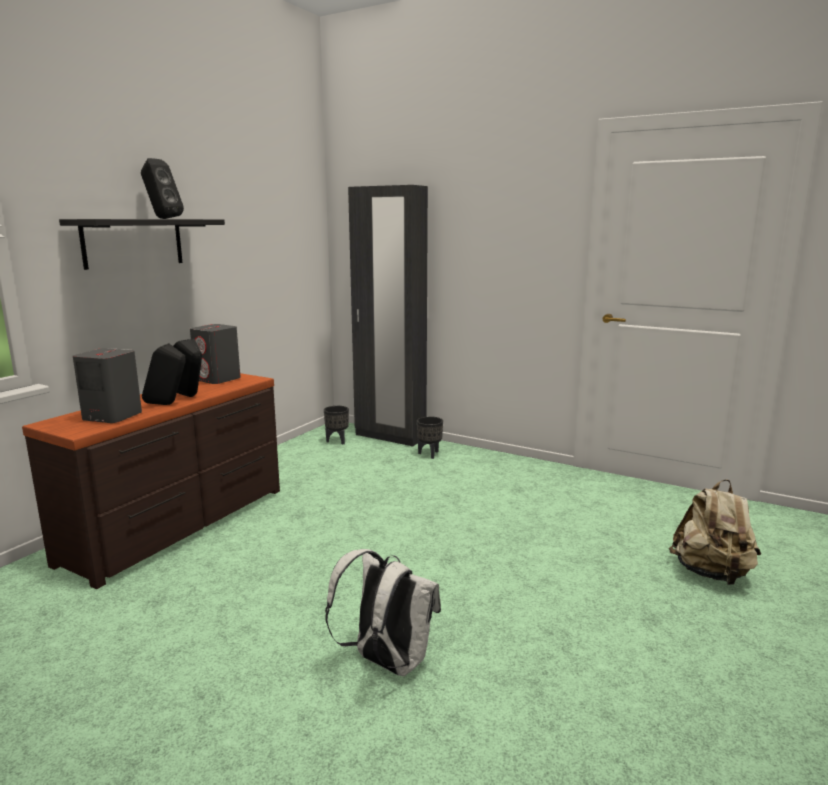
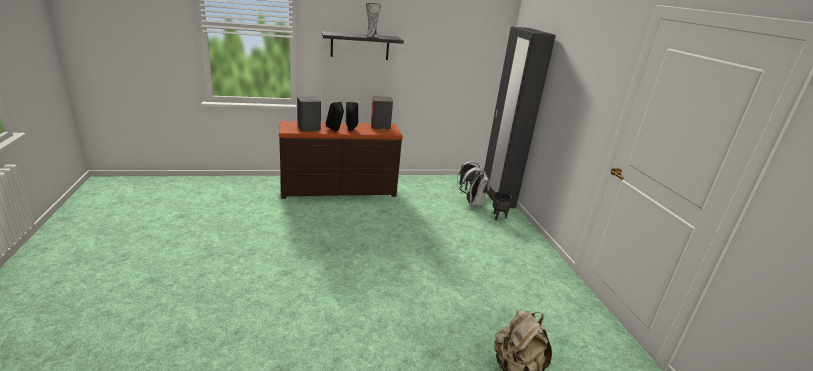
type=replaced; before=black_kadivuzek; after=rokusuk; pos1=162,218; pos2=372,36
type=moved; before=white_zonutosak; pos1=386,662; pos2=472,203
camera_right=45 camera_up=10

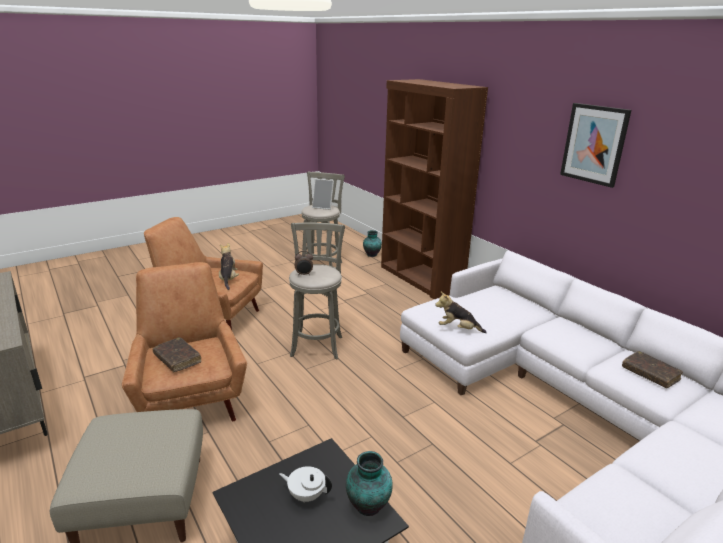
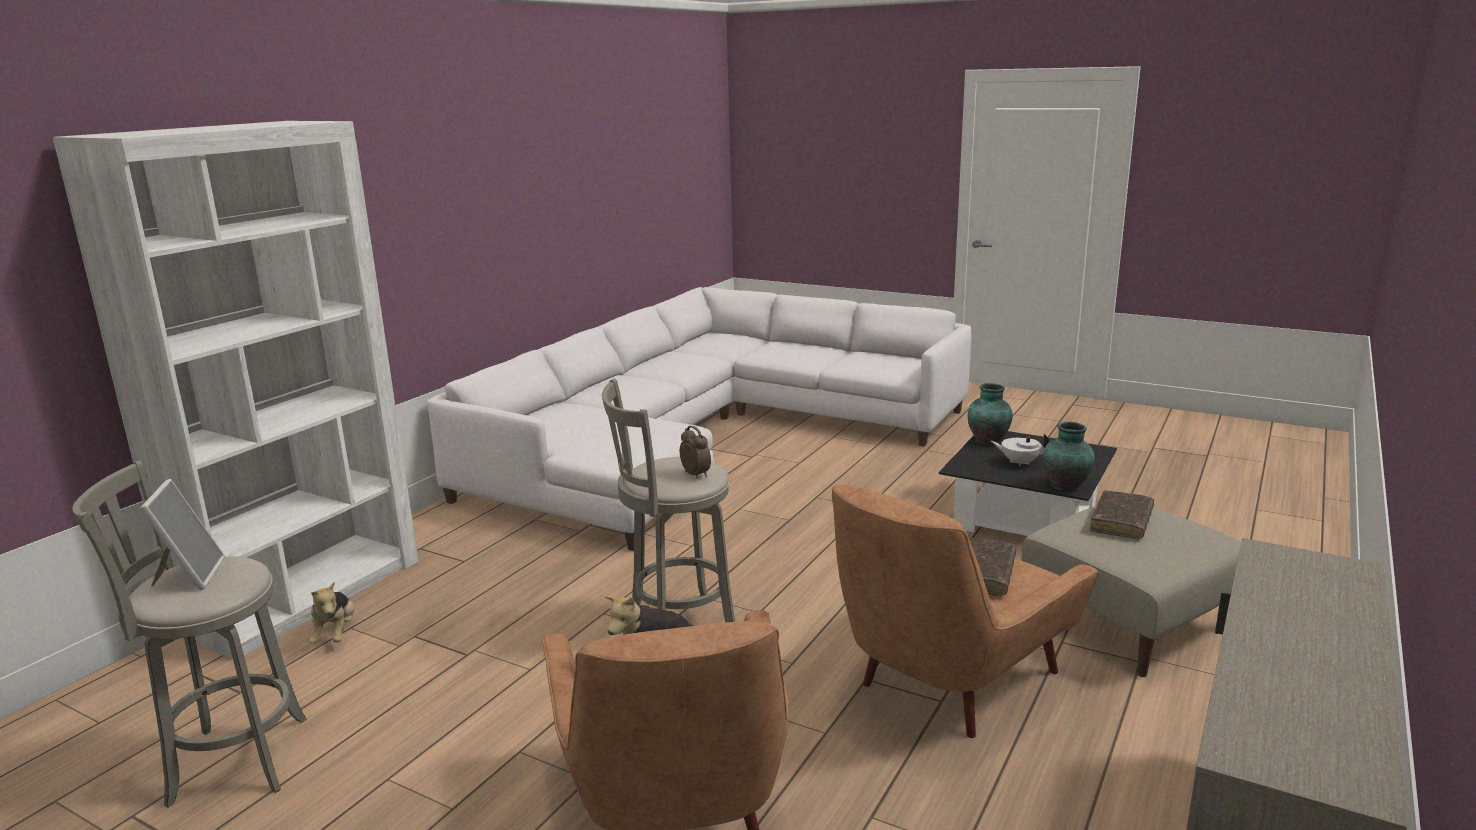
type=recoloured; before=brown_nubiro; after=white_nubiro; pos1=420,278; pos2=305,595
type=moved; before=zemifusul; pos1=458,329; pos2=336,634
type=turned; before=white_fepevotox; pos1=306,495; pos2=1019,463; turn=120
type=moved; before=rokusuk; pos1=371,255; pos2=1066,486
type=moved; before=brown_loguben; pos1=650,374; pos2=1121,522
type=removed; before=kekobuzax; pos1=594,144
camera_right=-115 camera_up=-5

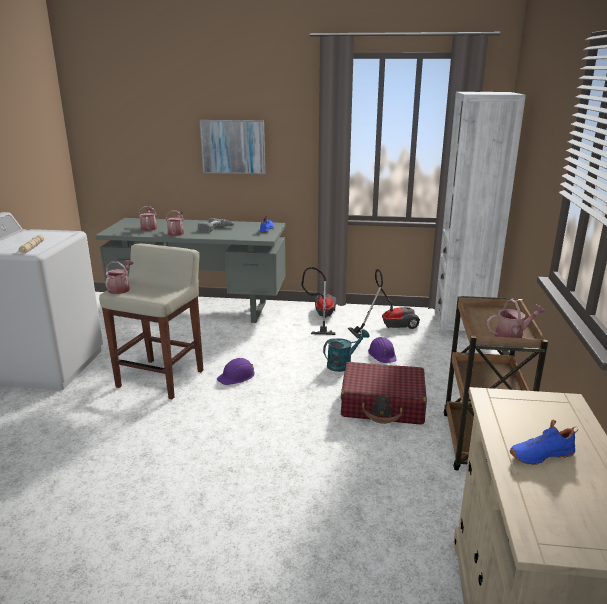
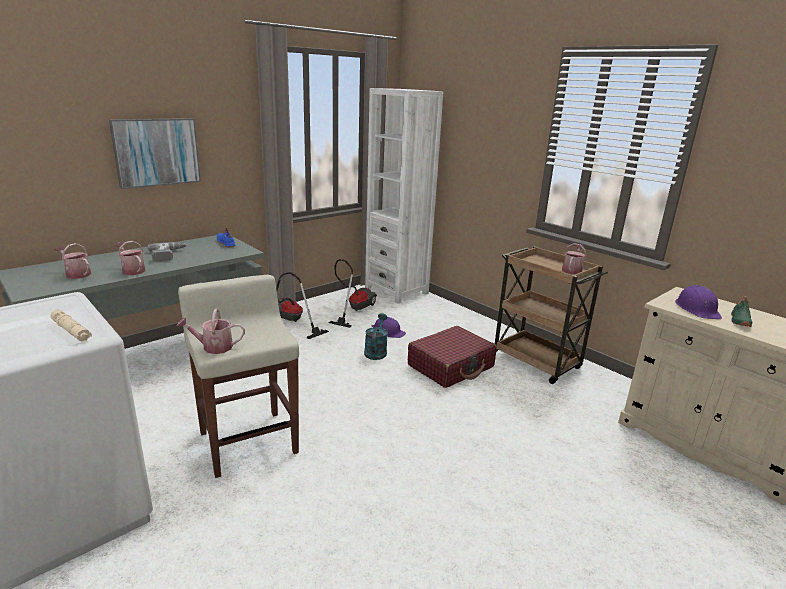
type=turned; before=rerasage; pos1=120,289; pos2=213,347; turn=-60
type=moved; before=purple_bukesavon; pos1=237,376; pos2=697,309
type=recoloured; before=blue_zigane; after=green_zigane; pos1=540,454; pos2=739,320
camera_right=-50 camera_up=0

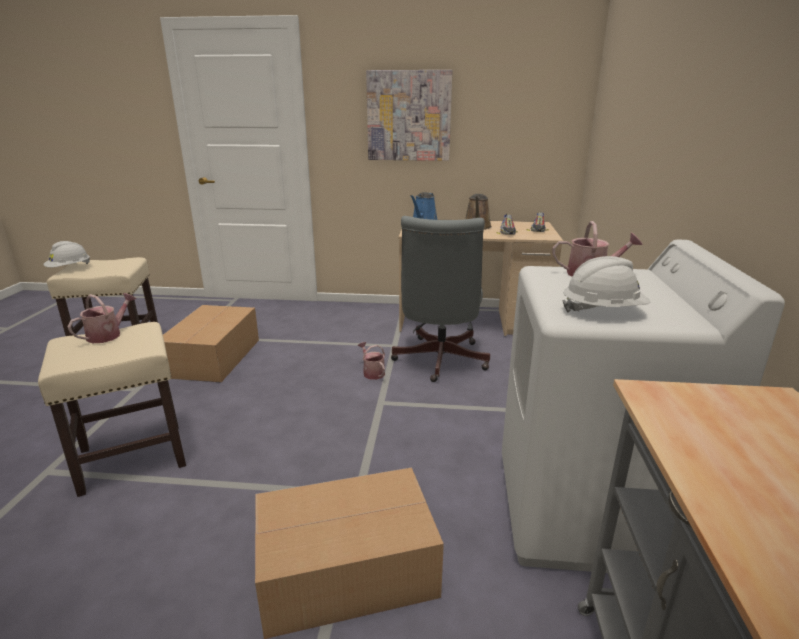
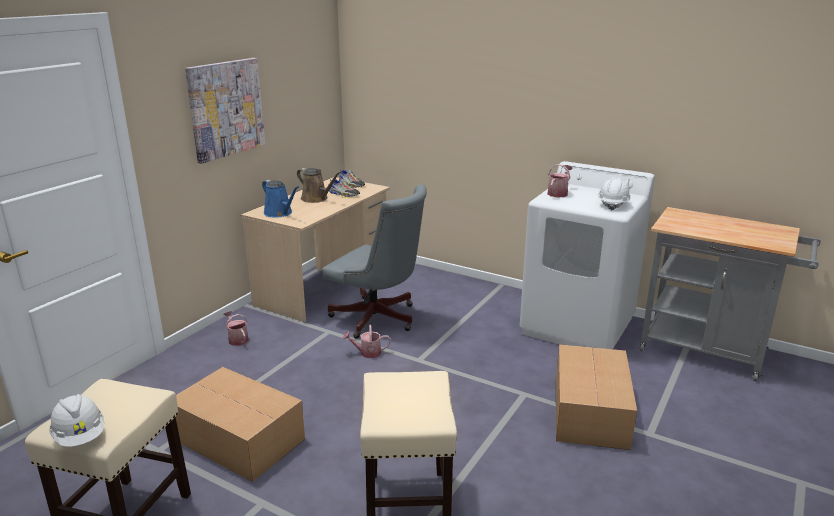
type=moved; before=rerasage; pos1=108,334; pos2=237,339
camera_right=-65 camera_up=0

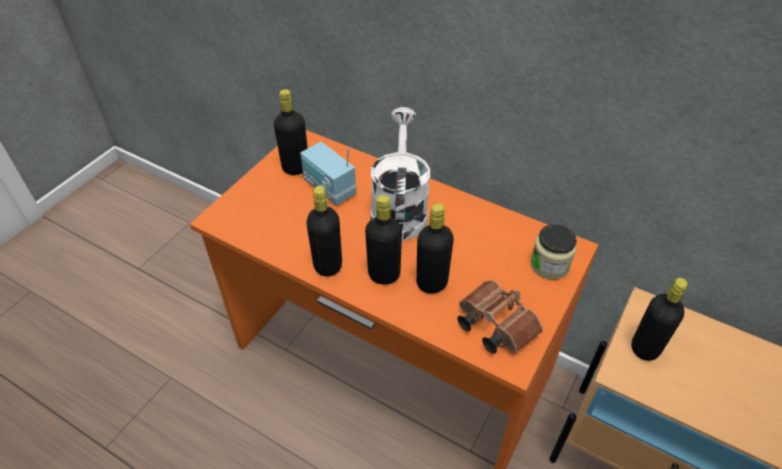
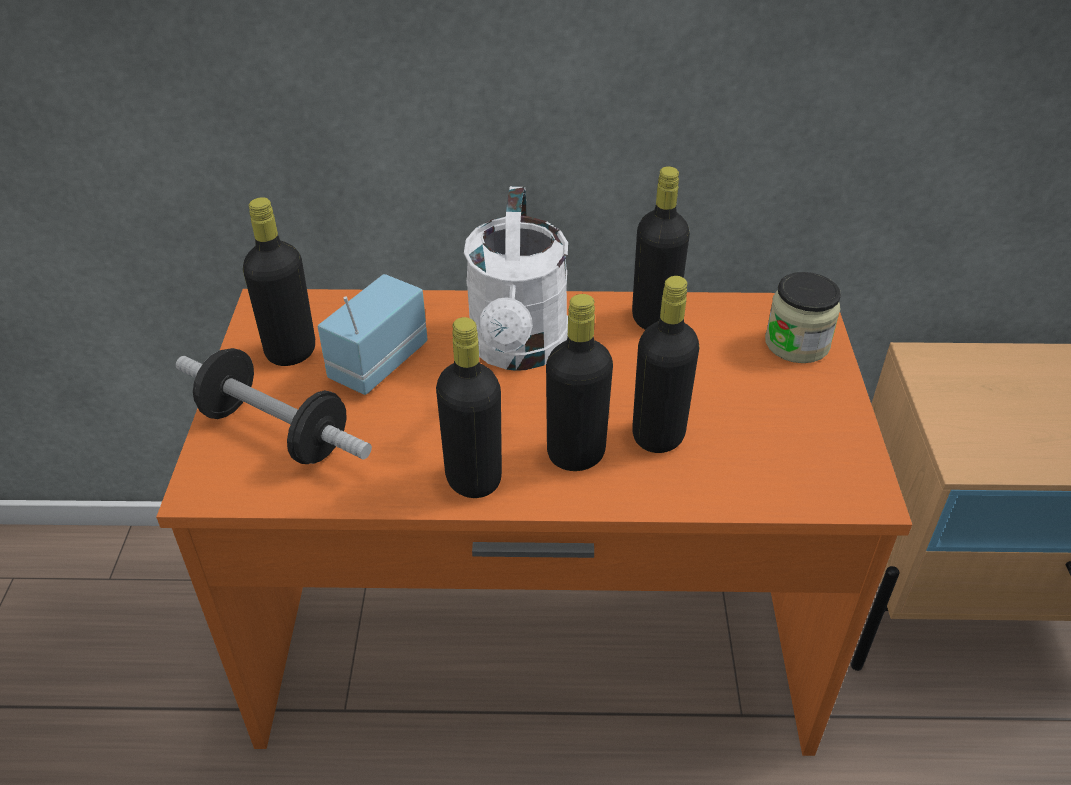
type=added; after=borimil; pos2=276,432
type=turned; before=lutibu; pos1=329,188; pos2=377,363; turn=105
type=turned; before=white_rerasage; pos1=399,209; pos2=518,351; turn=-150
type=moved; before=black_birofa; pos1=645,348; pos2=654,318
type=removed; before=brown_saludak; pos1=493,325
camera_right=-30 camera_up=-5

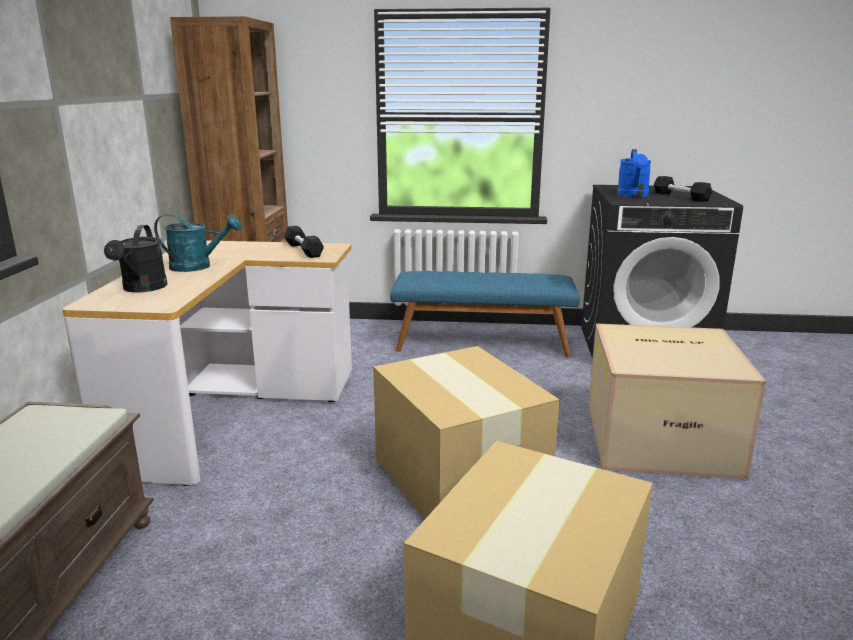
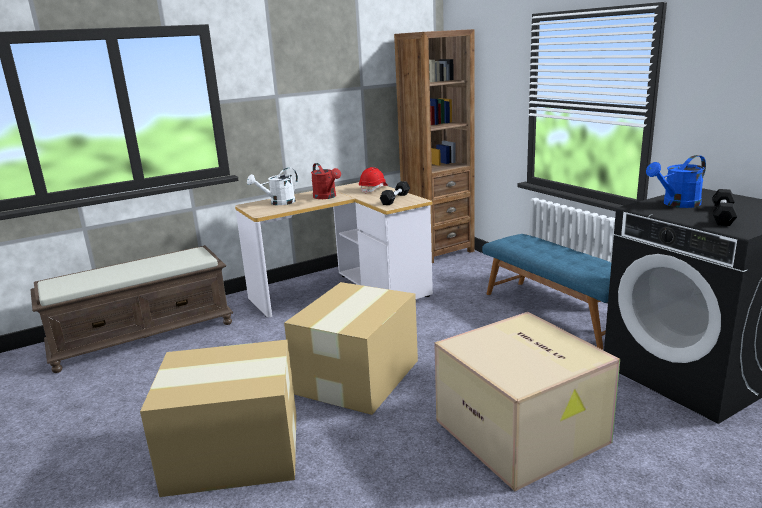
type=recoloured; before=black_rerasage; after=white_rerasage; pos1=142,288; pos2=278,203
type=recoloured; before=turquoise_rerasage; after=red_rerasage; pos1=198,266; pos2=327,197
type=added; after=red_bukesavon; pos2=373,189
camera_right=55 camera_up=0

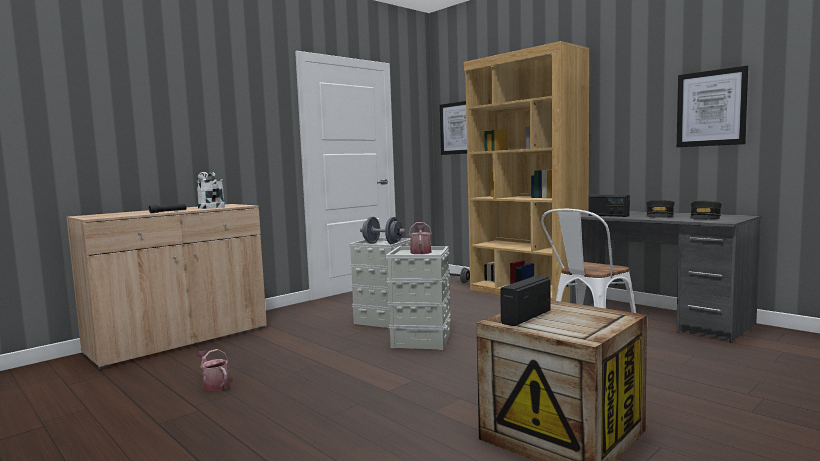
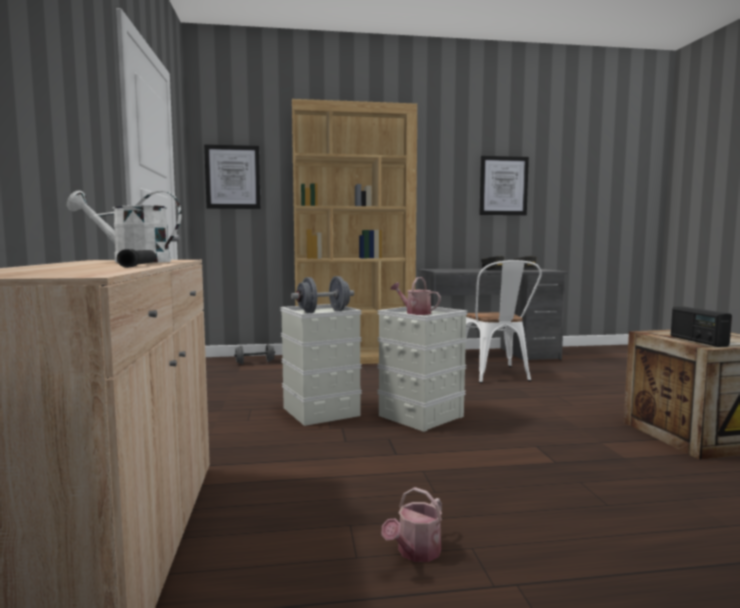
type=turned; before=rerasage; pos1=214,384; pos2=415,553; turn=-45
type=removed; before=lutibu; pos1=608,215
camera_right=-55 camera_up=0

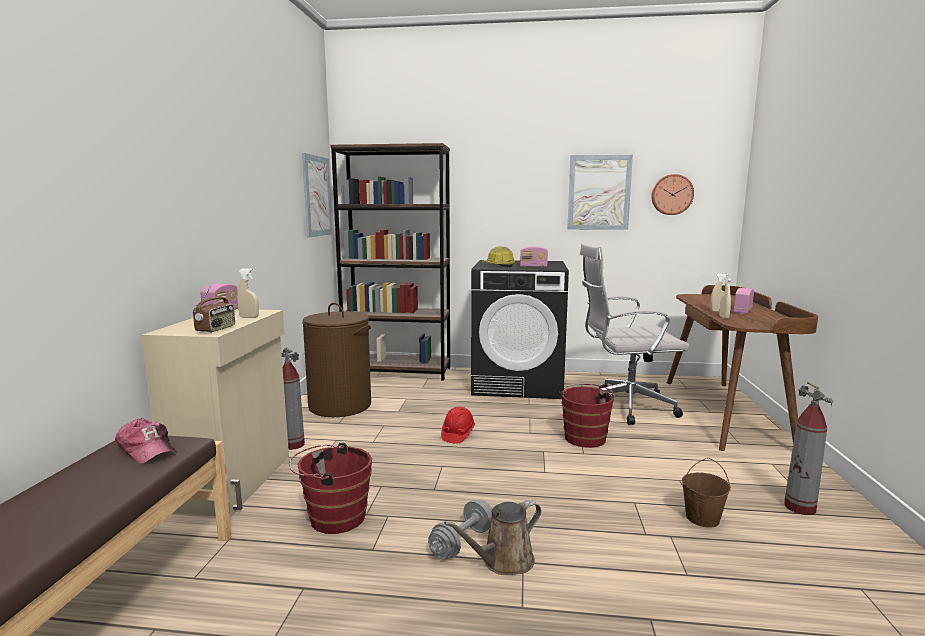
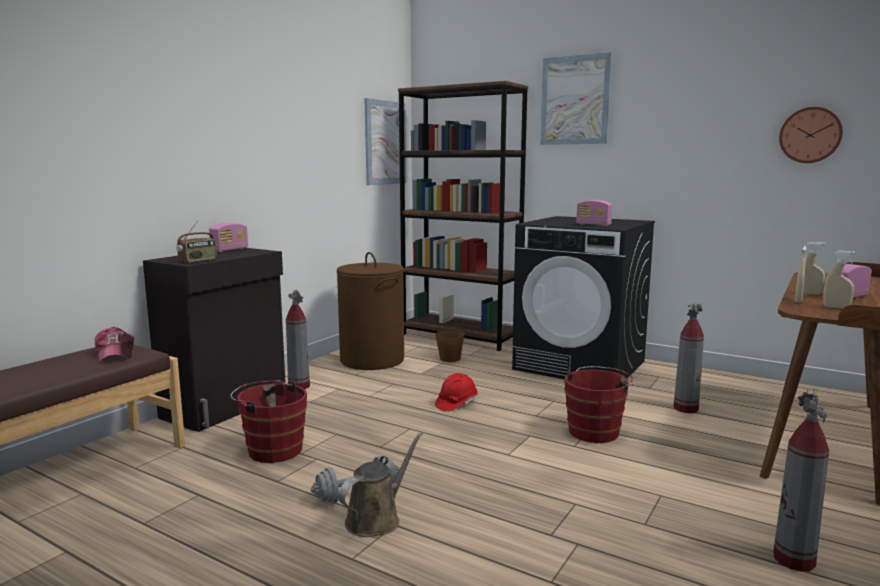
type=recoloured; before=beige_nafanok; after=black_nafanok; pos1=235,481; pos2=227,406
type=turned; before=brown_rerasage; pos1=503,561; pos2=376,519; turn=135
type=moved; before=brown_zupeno; pos1=702,518; pos2=450,359
type=moved; before=kekobuzax; pos1=599,192; pos2=575,100
type=replaced; before=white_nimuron; after=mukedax; pos1=624,407; pos2=685,408
type=moved; before=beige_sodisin; pos1=249,317; pos2=836,307
type=removed; before=bukesavon; pos1=498,266
camera_right=25 camera_up=0

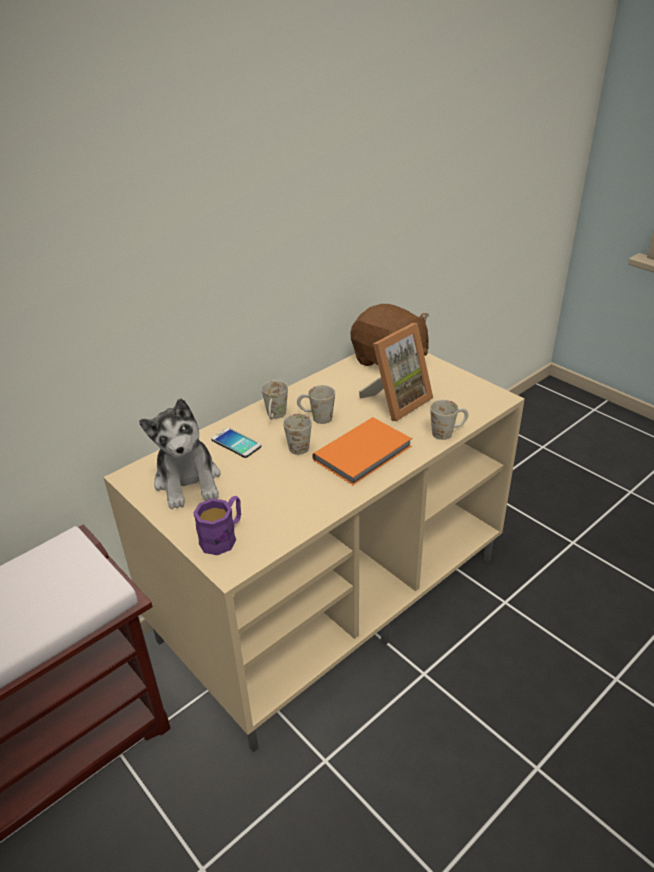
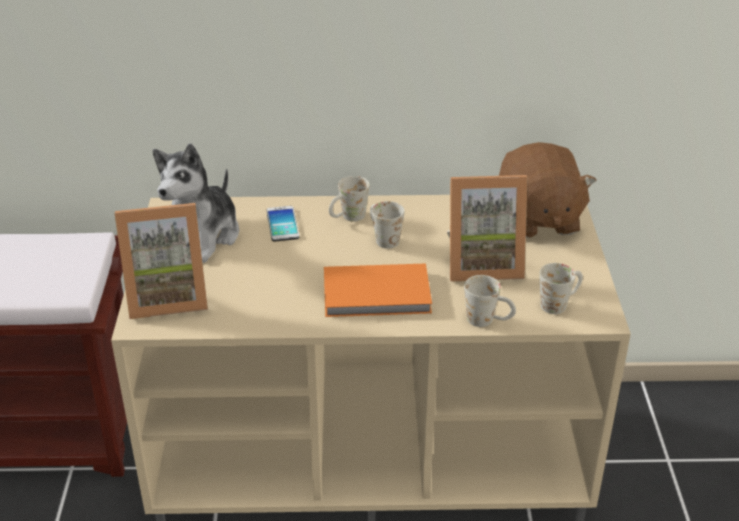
type=replaced; before=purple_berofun; after=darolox; pos1=223,537; pos2=167,296
type=moved; before=white_berofun; pos1=300,444; pos2=559,303
camera_right=40 camera_up=0

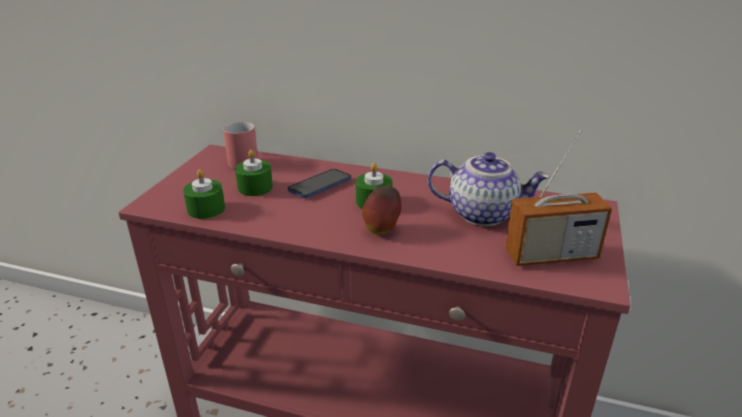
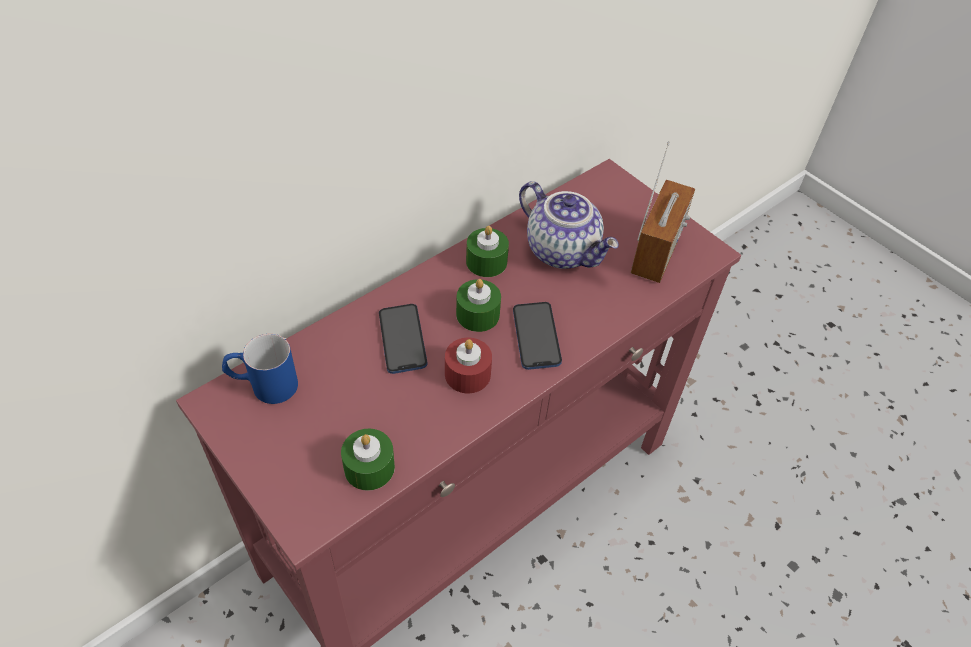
type=recoloured; before=red_berofun; after=blue_berofun; pos1=240,160; pos2=263,385
type=added; after=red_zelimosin; pos2=467,374
type=moved; before=green_zelimosin; pos1=255,187; pos2=486,262
type=replaced; before=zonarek; after=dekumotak; pos1=382,230; pos2=536,336
type=turned; before=fepevotox; pos1=483,213; pos2=563,251; turn=90
camera_right=-60 camera_up=20

